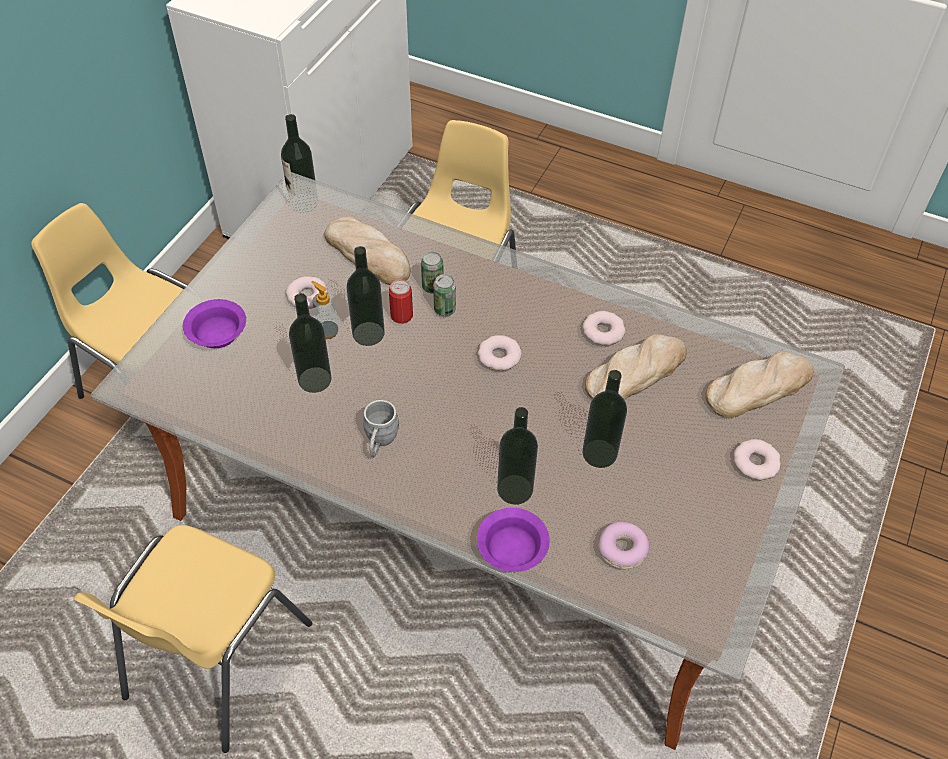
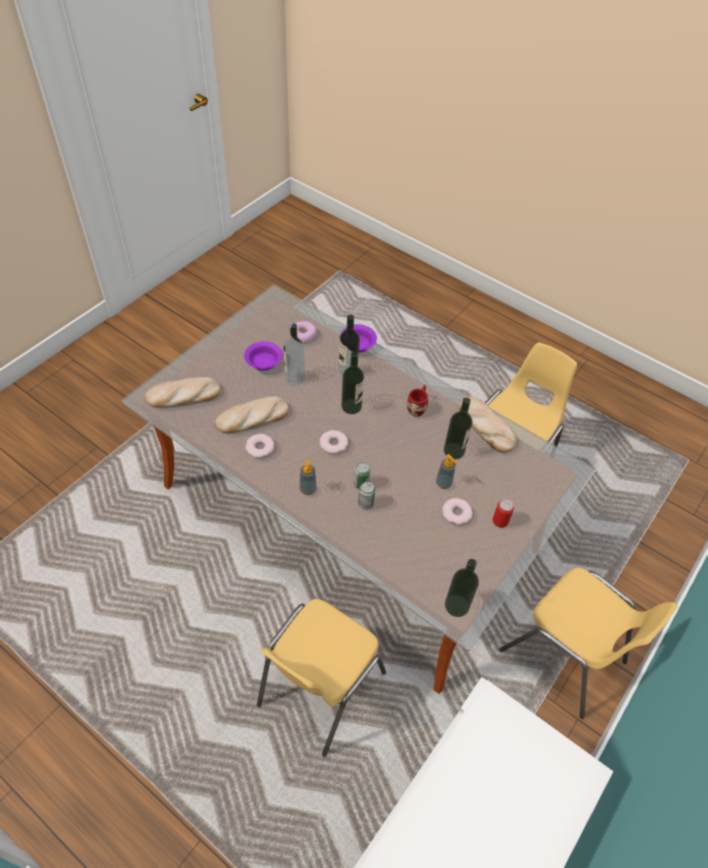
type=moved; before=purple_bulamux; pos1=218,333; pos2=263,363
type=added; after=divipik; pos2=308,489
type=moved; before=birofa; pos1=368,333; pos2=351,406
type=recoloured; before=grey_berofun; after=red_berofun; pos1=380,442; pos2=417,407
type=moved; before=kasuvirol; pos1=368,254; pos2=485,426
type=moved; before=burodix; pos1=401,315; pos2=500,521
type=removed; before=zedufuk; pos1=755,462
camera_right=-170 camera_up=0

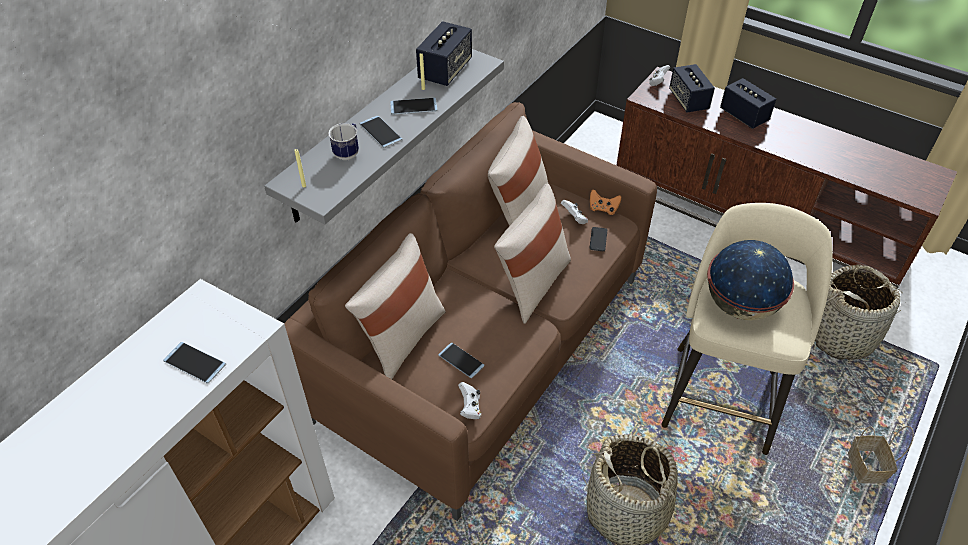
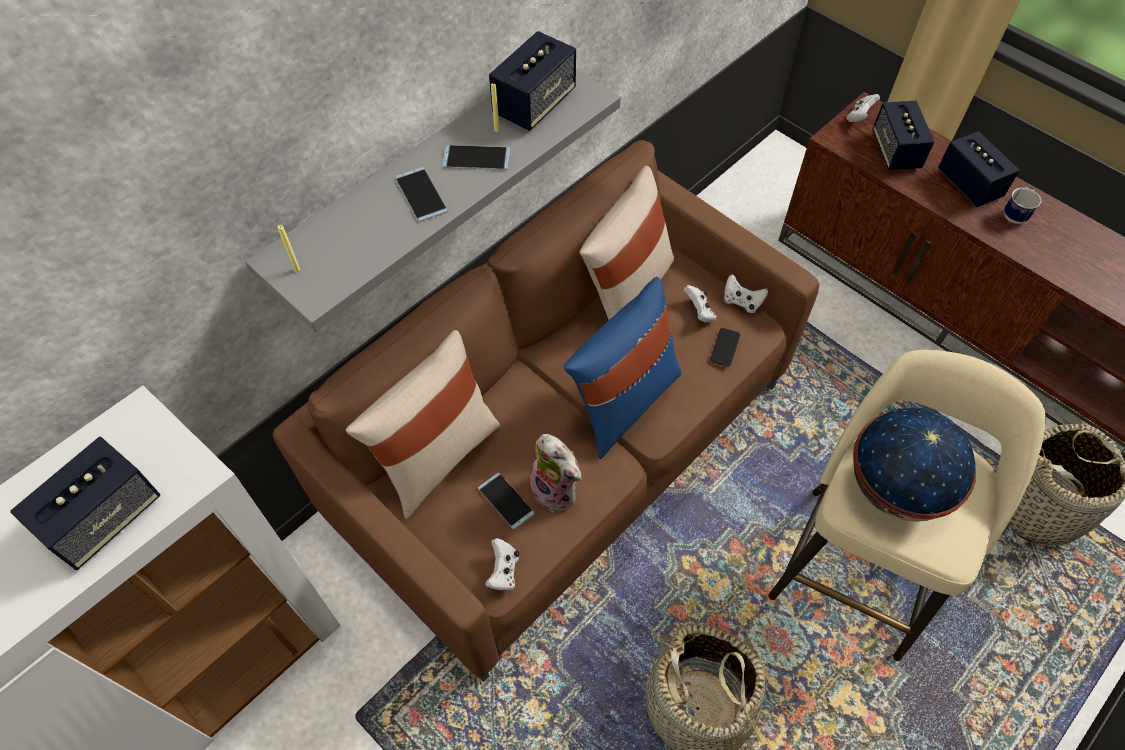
type=replaced; before=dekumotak; after=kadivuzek; pos1=194,363; pos2=104,518
type=added; after=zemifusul; pos2=557,490
type=recoloured; before=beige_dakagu; after=blue_dakagu; pos1=532,284; pos2=623,401
type=recoloured; before=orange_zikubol; after=white_zikubol; pos1=603,209; pos2=742,302
type=moved; before=berofun; pos1=348,152; pos2=1015,215
type=removed; before=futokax; pos1=867,468
camera_right=10 camera_up=10

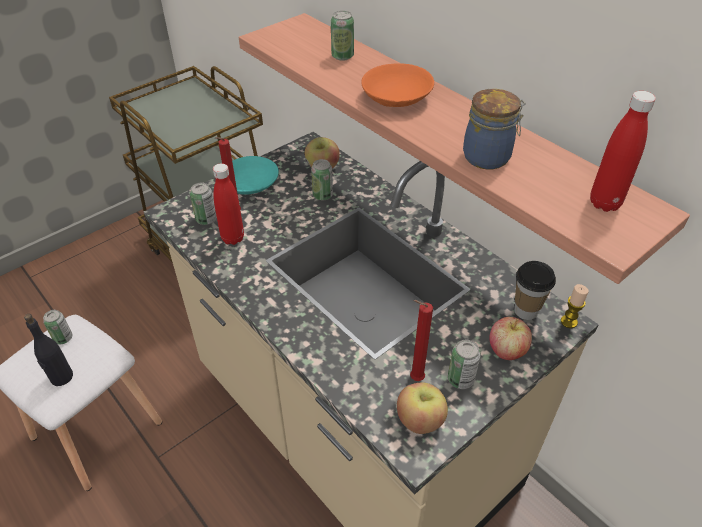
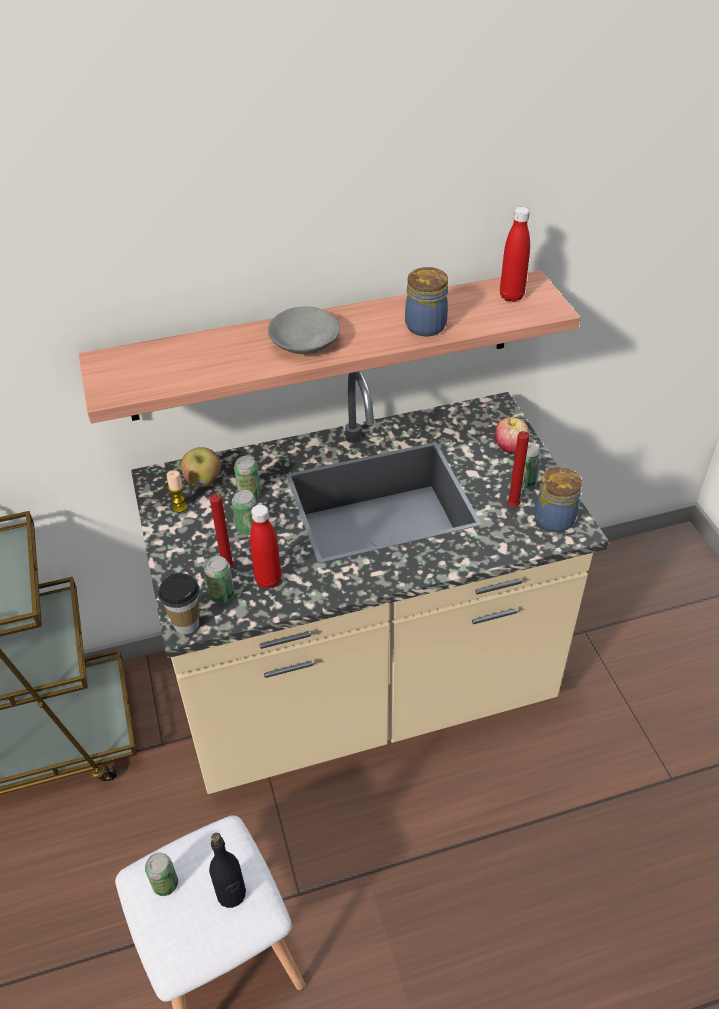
type=moved; before=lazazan; pos1=525,310; pos2=186,624
type=moved; before=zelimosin; pos1=568,321; pos2=179,507
type=moved; before=burodix; pos1=342,56; pos2=247,528
type=recoloured; before=orange_bulamux; after=grey_bulamux; pos1=396,98; pos2=305,343
type=replaced; before=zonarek; after=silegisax; pos1=420,420; pos2=553,518
type=removed; before=turquoise_bulamux; pos1=249,185
camera_right=-65 camera_up=0

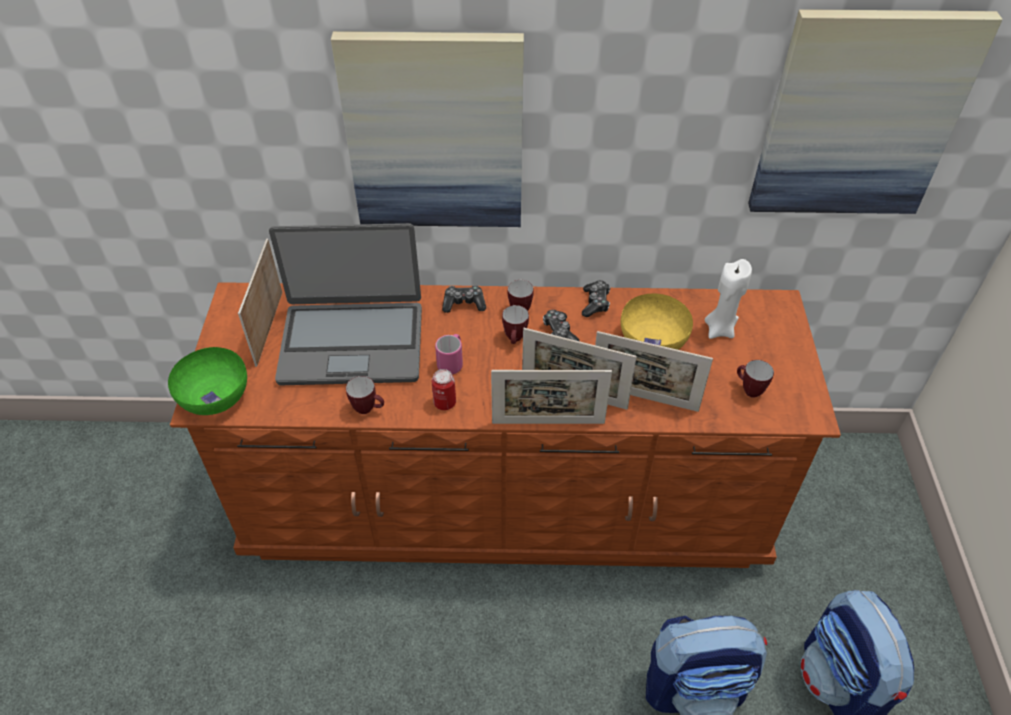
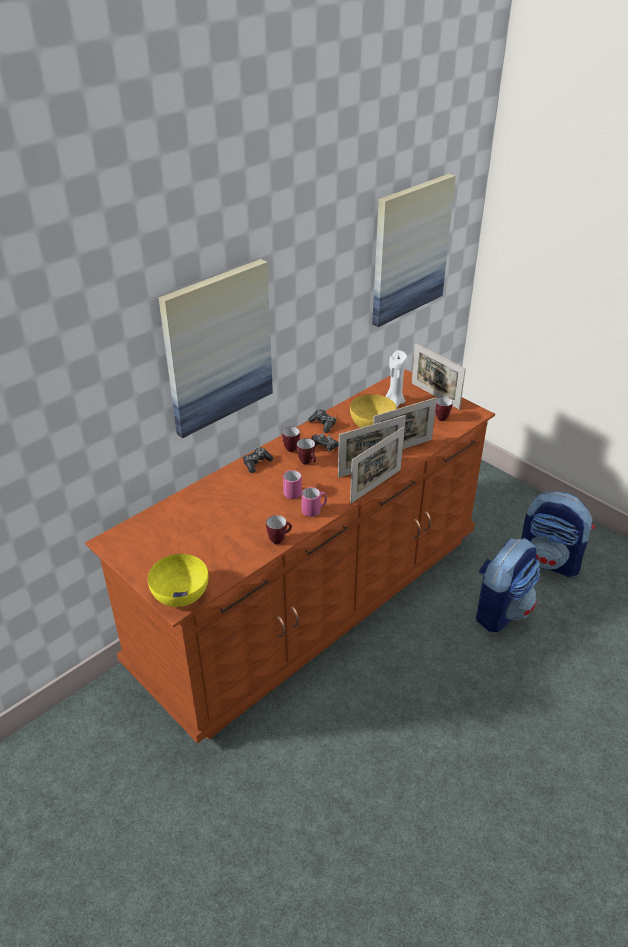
type=recoloured; before=green_bulamux; after=yellow_bulamux; pos1=216,397; pos2=181,593
type=replaced; before=burodix; after=pink_berofun; pos1=444,402; pos2=314,510
type=moved; before=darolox; pos1=269,328; pos2=435,396
type=removed; before=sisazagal; pos1=352,342
camera_right=-45 camera_up=-10

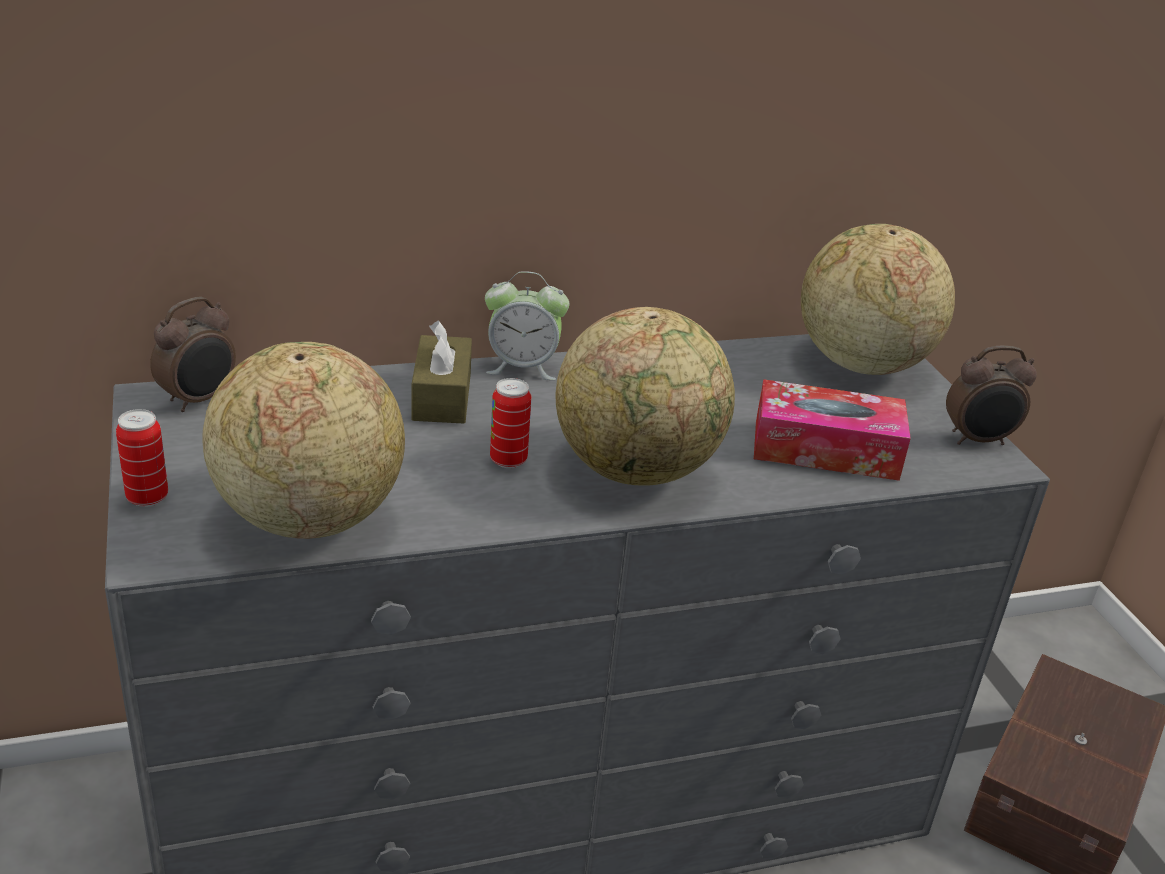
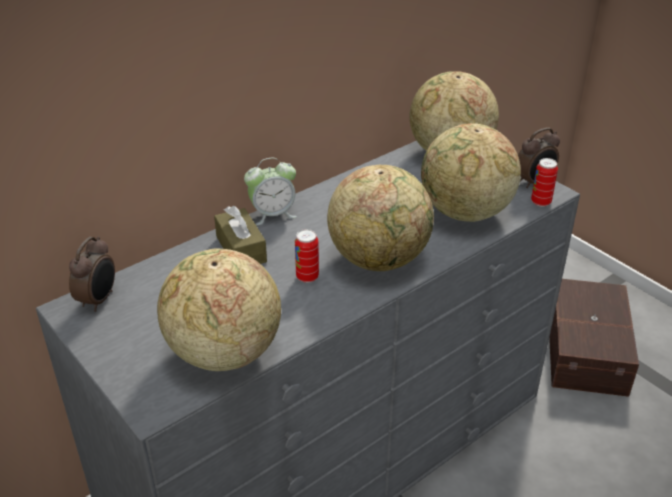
type=replaced; before=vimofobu; after=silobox; pos1=825,449; pos2=465,213
type=moved; before=burodix; pos1=147,497; pos2=541,202
camera_right=-20 camera_up=5

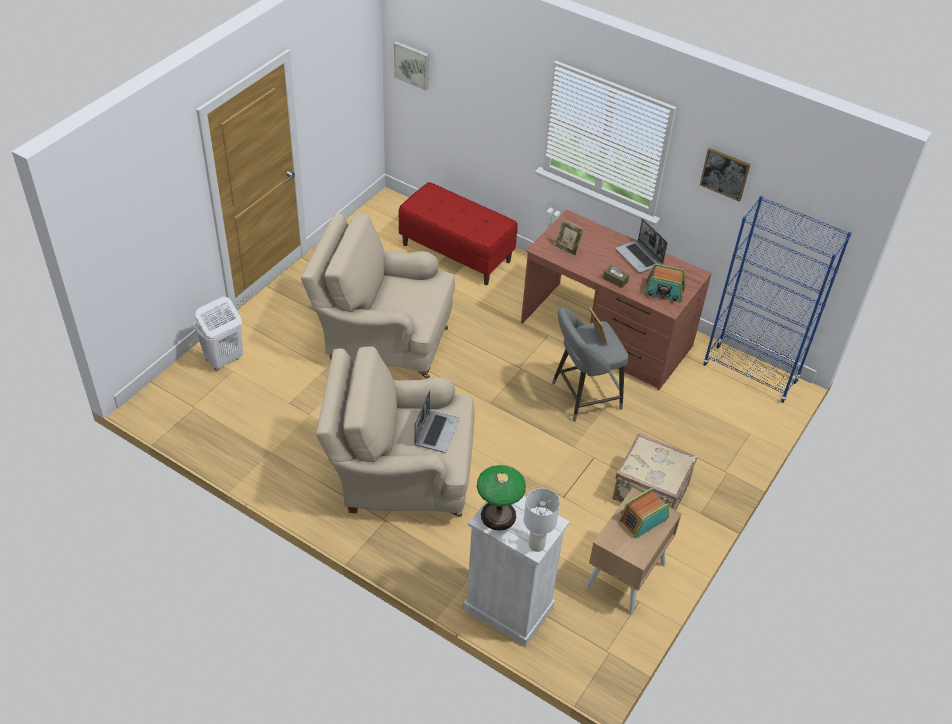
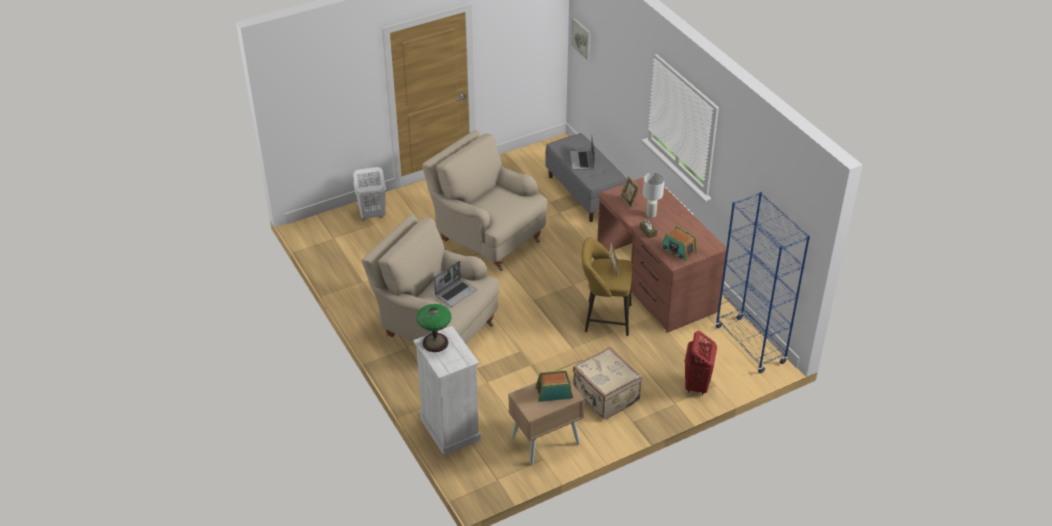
type=recoloured; before=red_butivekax; after=grey_butivekax; pos1=456,253; pos2=584,193
type=moved; before=sisazagal; pos1=639,257; pos2=582,161
type=recoloured; before=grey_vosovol; after=yellow_vosovol; pos1=582,397; pos2=604,318
type=moved; before=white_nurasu; pos1=536,544; pos2=651,214
type=added; after=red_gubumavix; pos2=697,385
type=removed; before=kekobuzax; pos1=725,174
camera_right=30 camera_up=-5

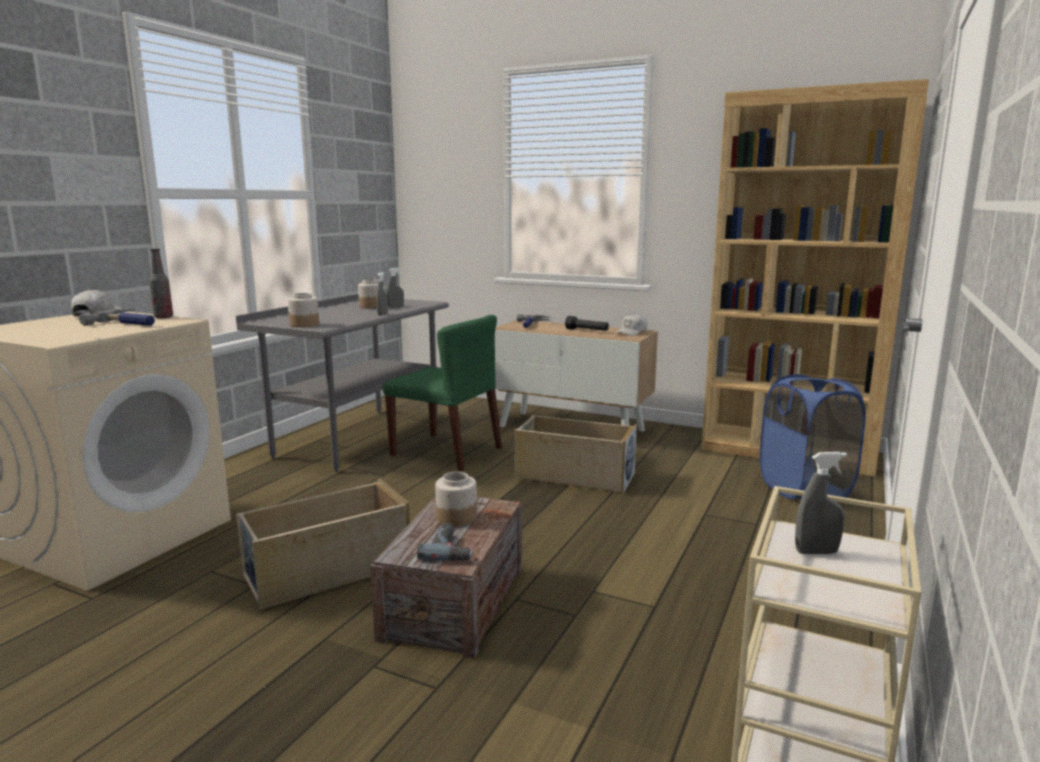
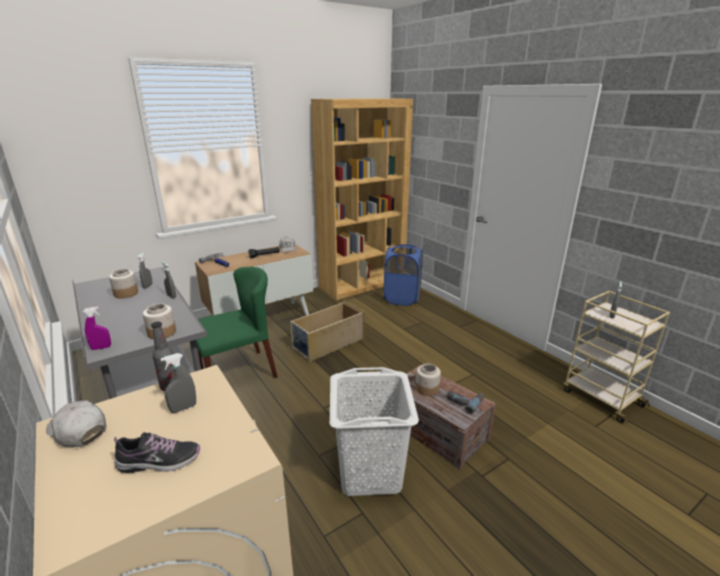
type=added; after=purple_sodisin; pos2=101,348
type=added; after=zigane; pos2=159,461
type=replaced; before=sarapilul; after=grey_sodisin; pos1=130,323; pos2=183,408
type=replaced; before=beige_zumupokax; after=white_gubumavix; pos1=326,572; pos2=369,472
camera_right=-60 camera_up=10

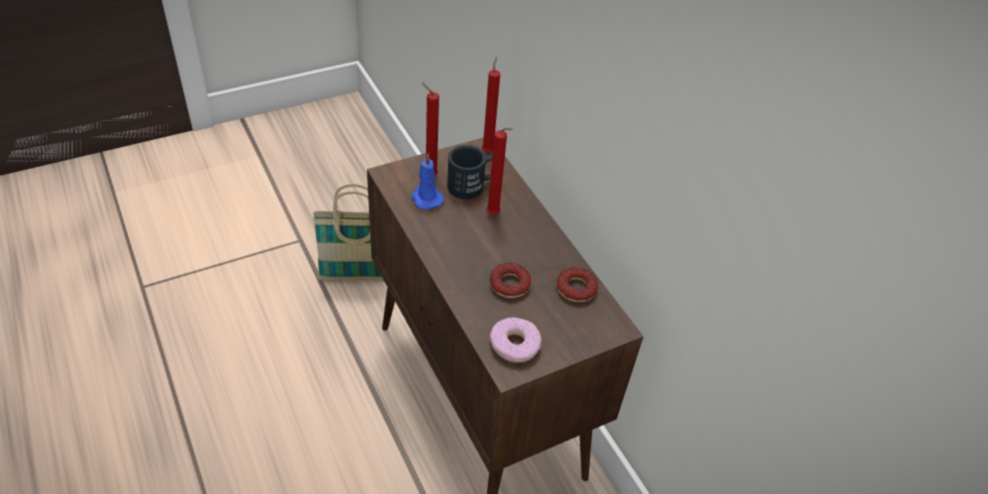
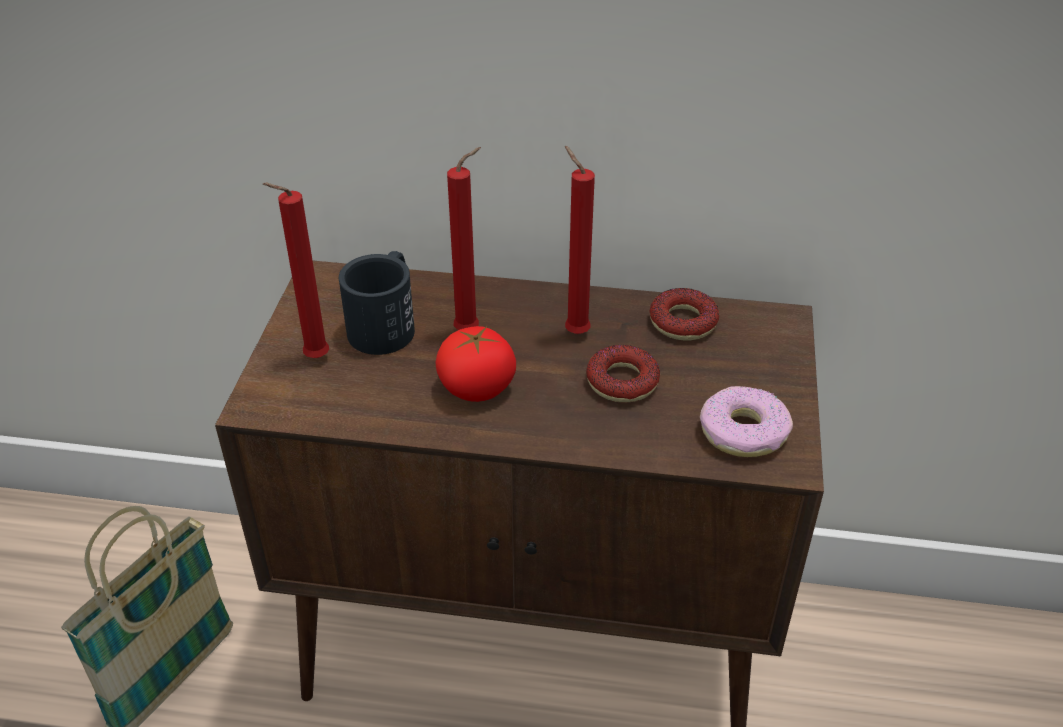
type=added; after=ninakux; pos2=476,388
type=moved; before=red_zelimosin; pos1=488,151; pos2=574,332
type=removed; before=blue_zelimosin; pos1=426,198
camera_right=-50 camera_up=-5

